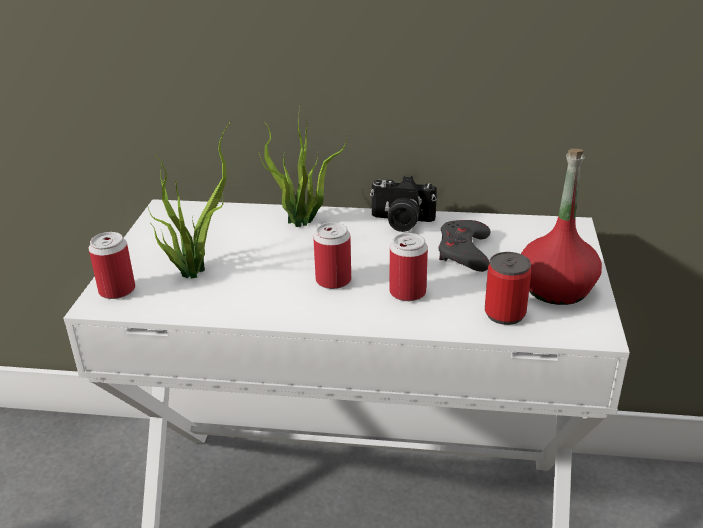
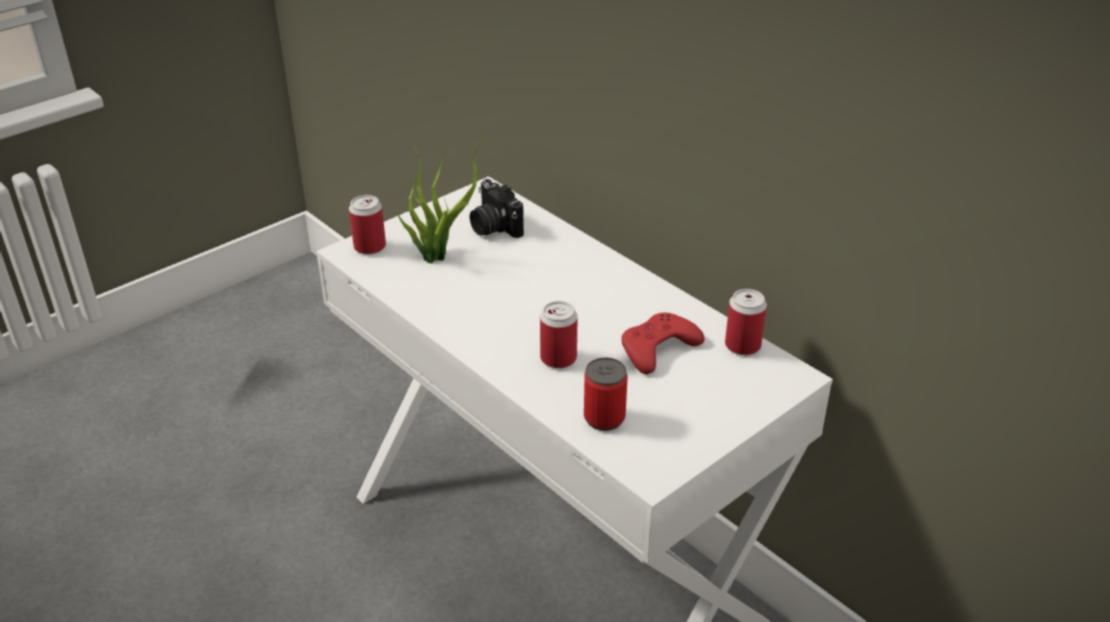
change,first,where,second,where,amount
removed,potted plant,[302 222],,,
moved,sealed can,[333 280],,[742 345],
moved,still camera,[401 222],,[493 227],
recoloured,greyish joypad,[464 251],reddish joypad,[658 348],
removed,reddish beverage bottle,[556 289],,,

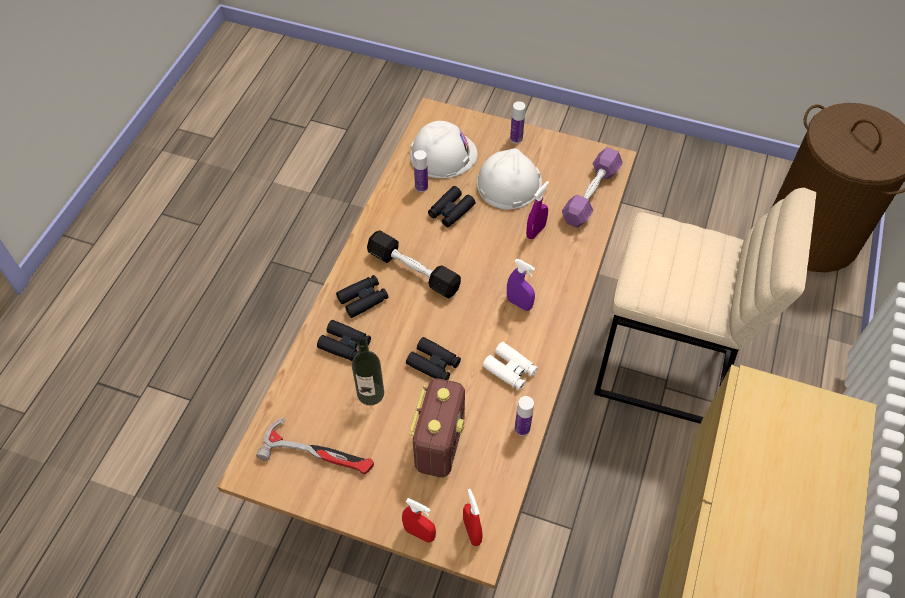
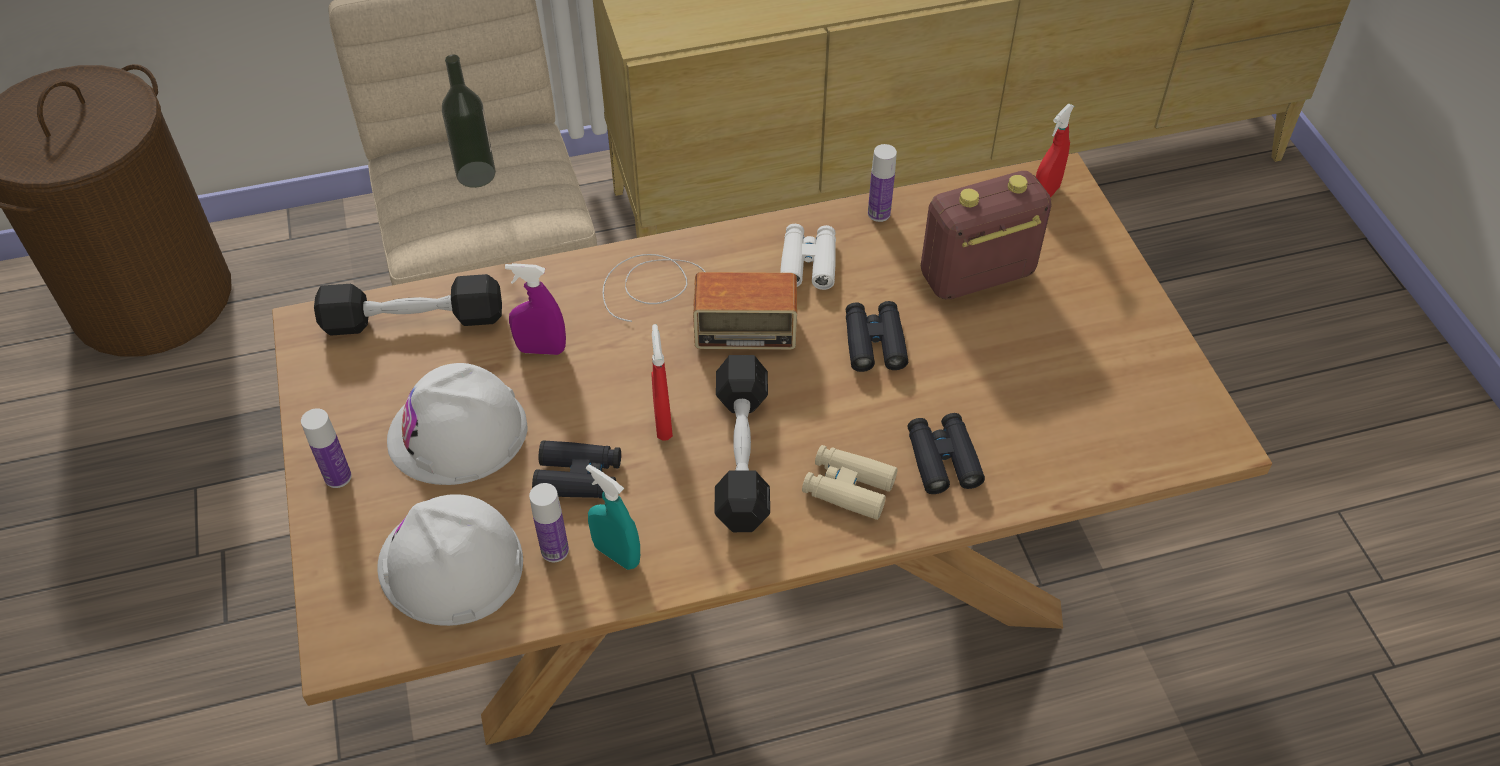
change,first,where,second,where,amount
removed,hand hammer,[319 452],,,
recoloured,black pair of binoculars,[363 299],beige-coloured pair of binoculars,[848 487],
moved,beverage bottle,[370 393],,[476 174],
moved,reddish spray bottle,[419 533],,[663 423],
replaced,purple spray bottle,[519 303],radio,[694 304],
recoloured,purple hand weight,[591 195],black hand weight,[413 320],
added,,,turquoise-coloured spray bottle,[616 554],

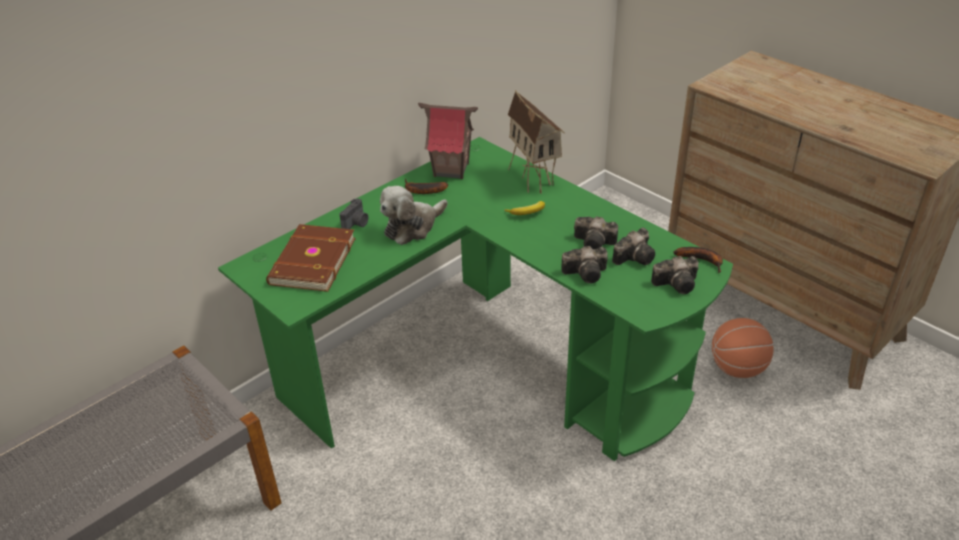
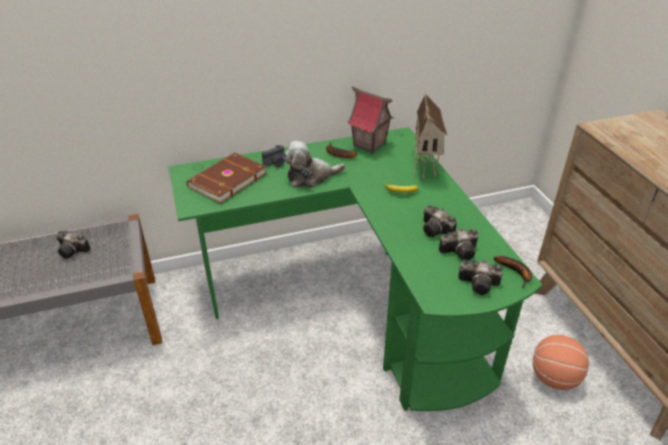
change,first,where,second,where,amount
moved,still camera,[587 273],,[74 251],

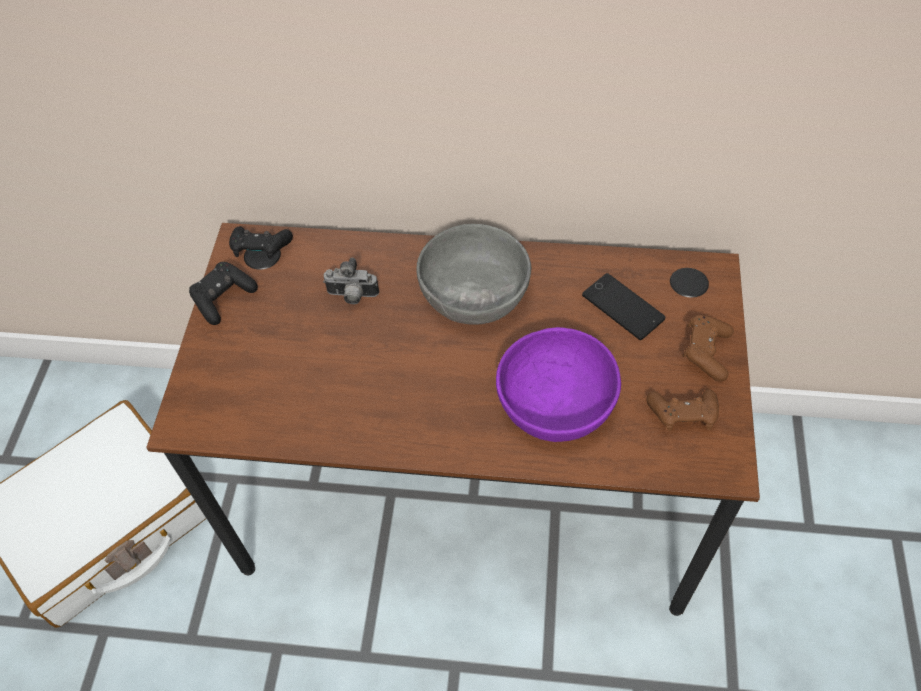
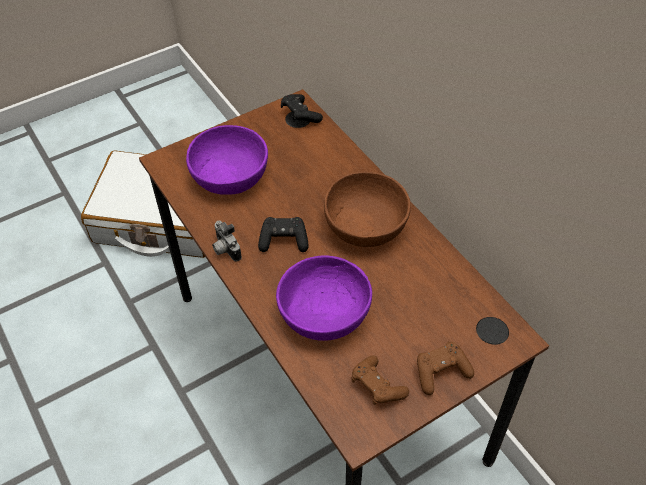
change,first,where,second,where,amount
moved,black joypad,[224 298],,[284 241],
moved,still camera,[352 296],,[225 249],
recoloured,greyish serving bowl,[475 294],brown serving bowl,[366 225],
removed,handset,[623 307],,,
added,,,purple serving bowl,[230 176],

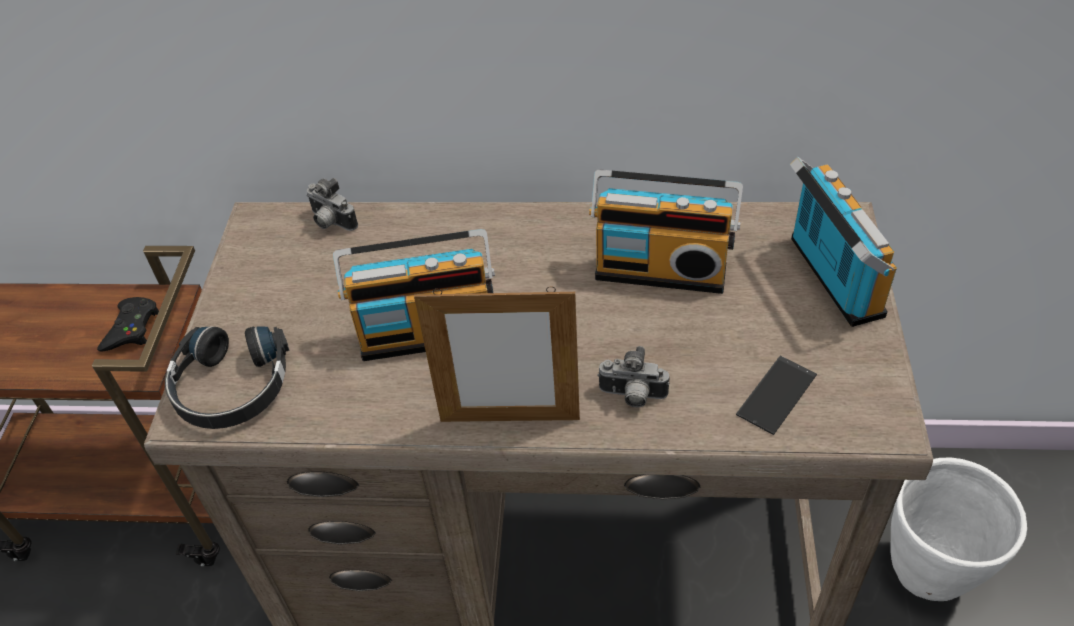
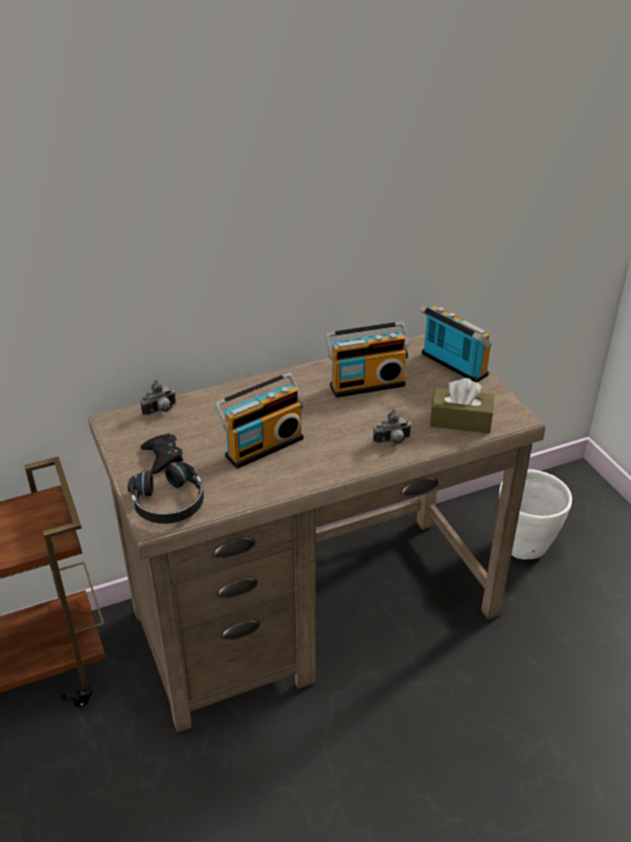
change,first,where,second,where,amount
moved,black joypad,[132 328],,[163 457],
turned,still camera,[331 222],,[161 411],45 degrees counterclockwise
removed,photo frame,[510 419],,,
replaced,handset,[776 395],brown box of tissues,[460 420],

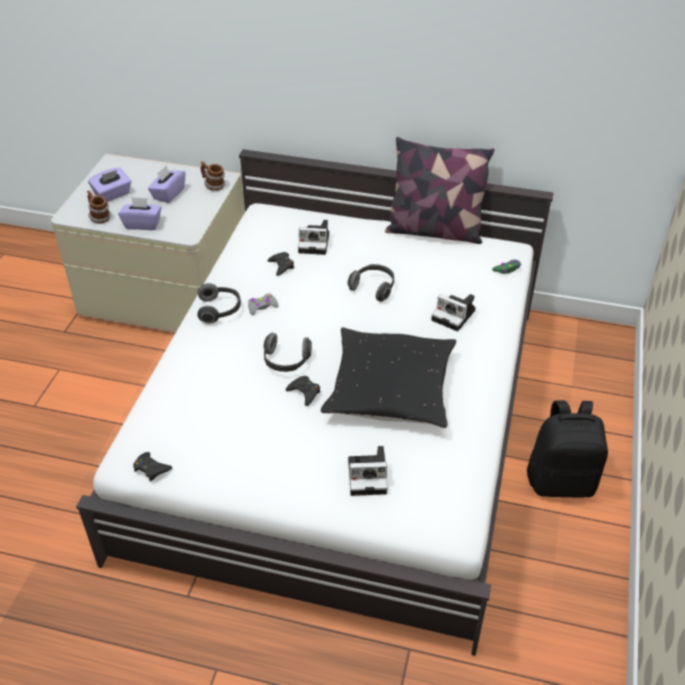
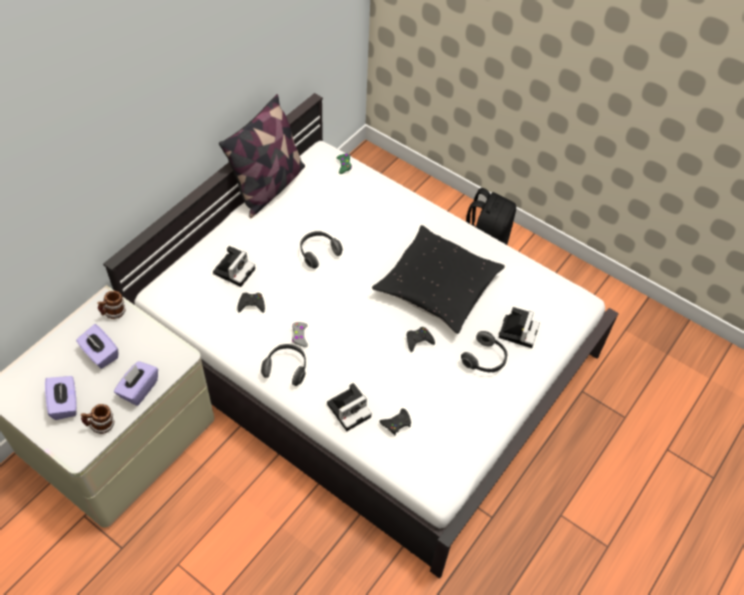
change,first,where,second,where,amount
moved,black joypad,[151 468],,[396 423],
moved,headset,[286 361],,[485 359],
moved,still camera,[455 315],,[350 409],

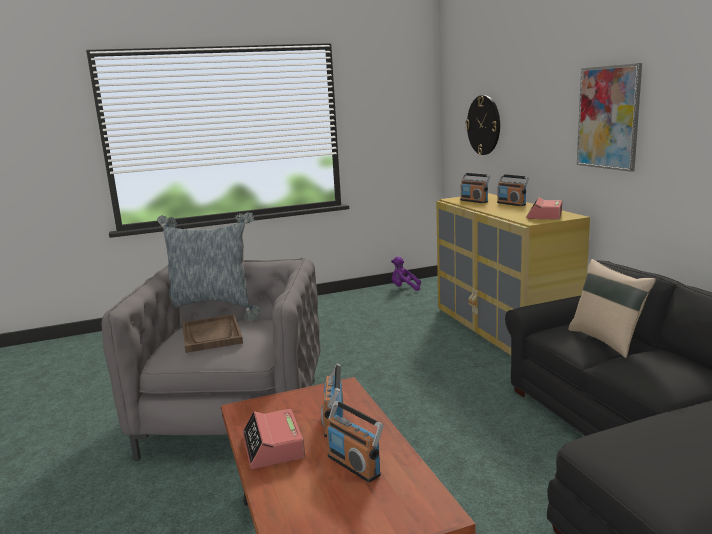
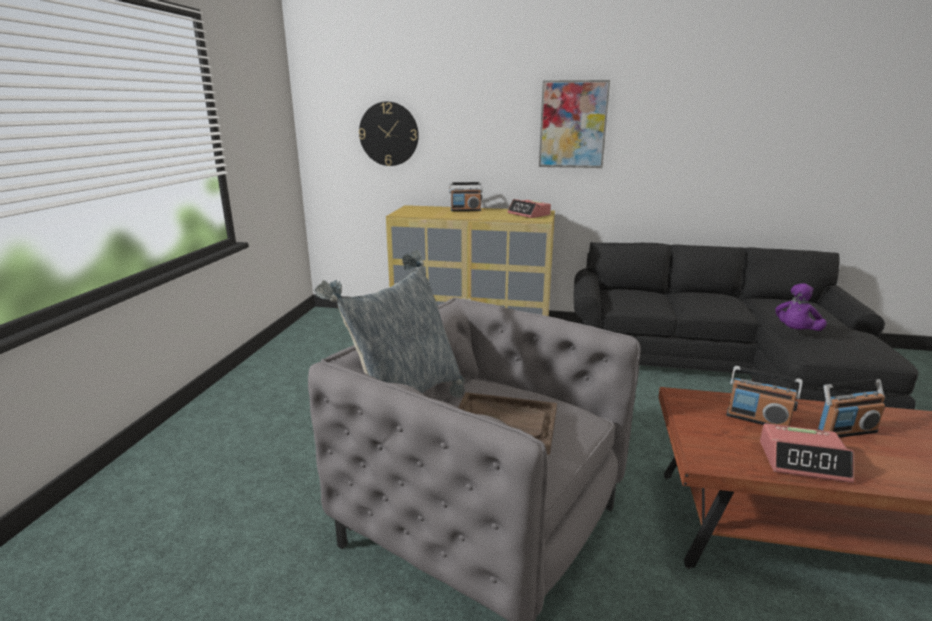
change,first,where,second,where,amount
moved,purple plush toy,[404 288],,[795 332],
removed,radio,[474 201],,,
removed,beige-coloured pillow,[607 340],,,

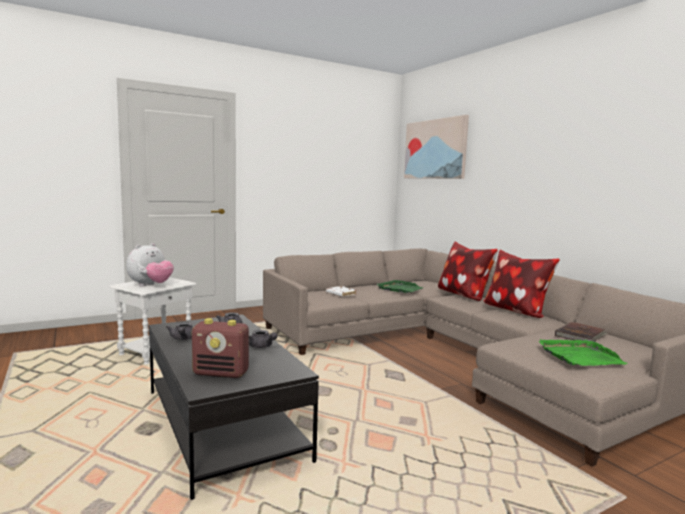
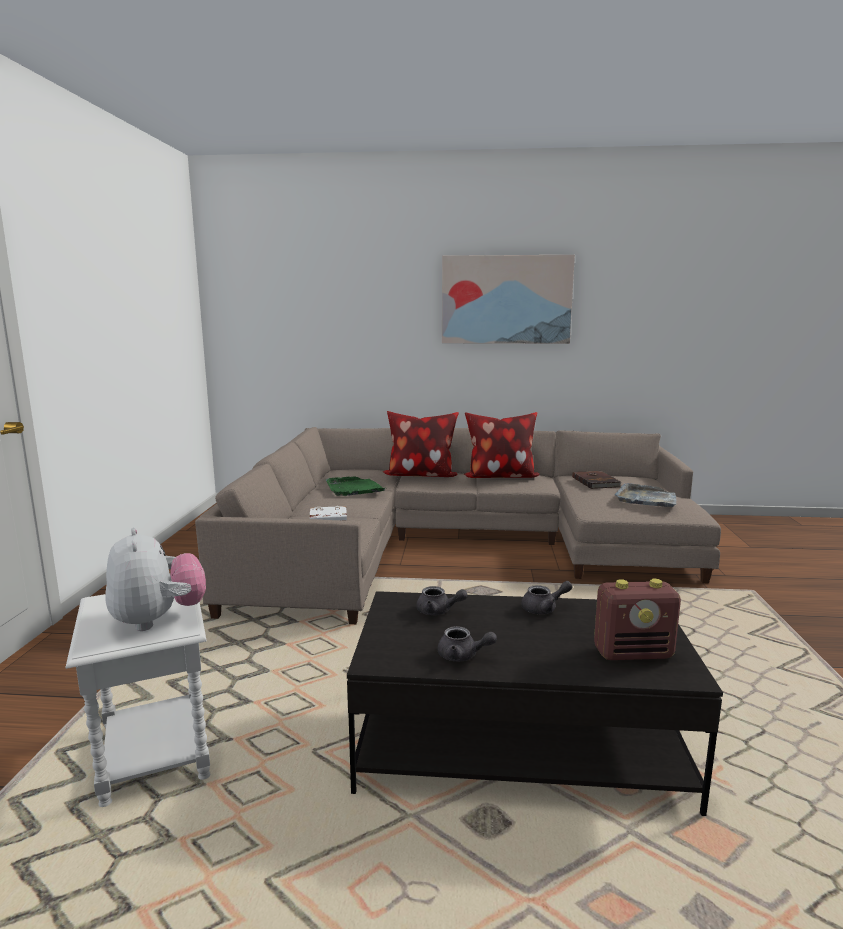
change,first,where,second,where,amount
turned,radio,[221 373],,[633 653],45 degrees clockwise
moved,wall art,[435 149],,[506 300],
recoloured,green serving tray,[579 356],greyish serving tray,[646 499],

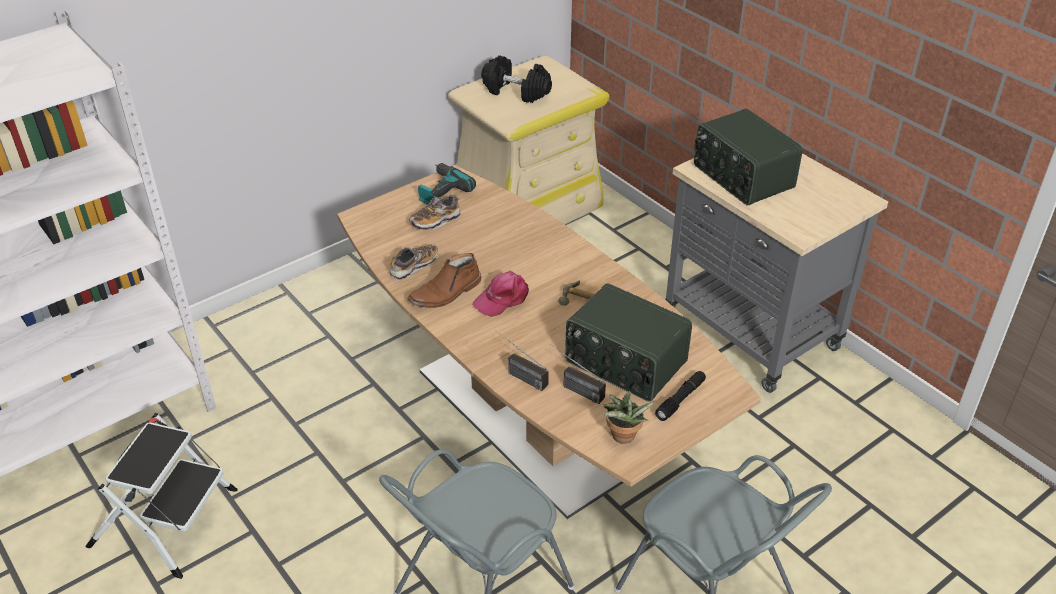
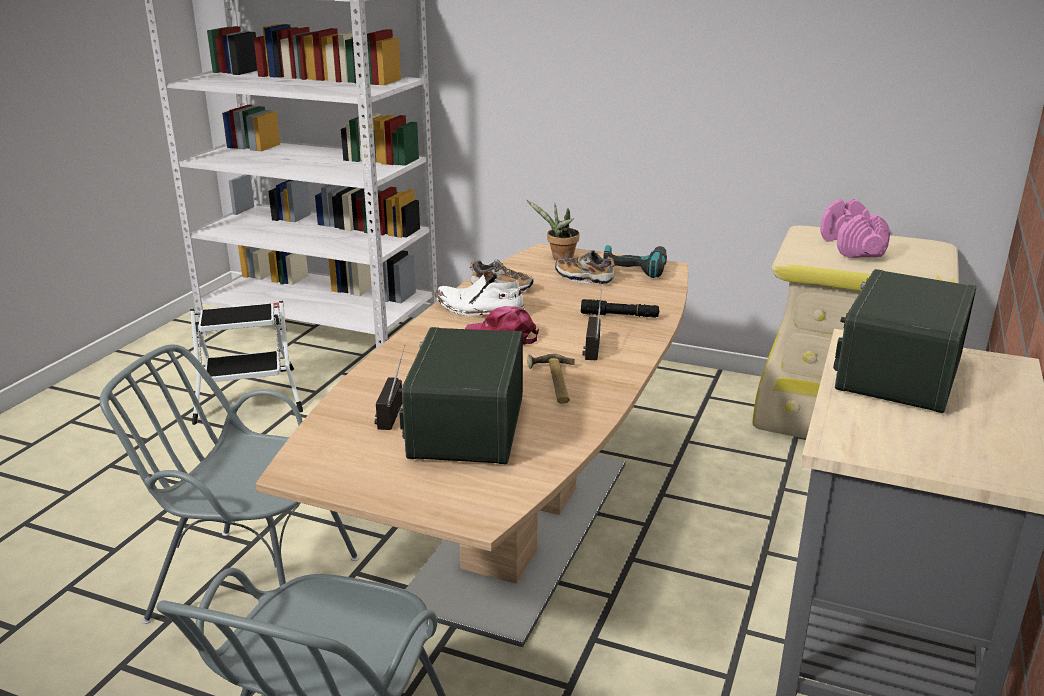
change,first,where,second,where,amount
recoloured,brown high-top boot,[446 293],white-coloured high-top boot,[478 310],
recoloured,black hand weight,[516 92],pinkish hand weight,[851 247],
moved,radio,[518 375],,[591 343],
moved,potted plant,[623 438],,[559 258],
moved,black torch,[680 399],,[619 316],

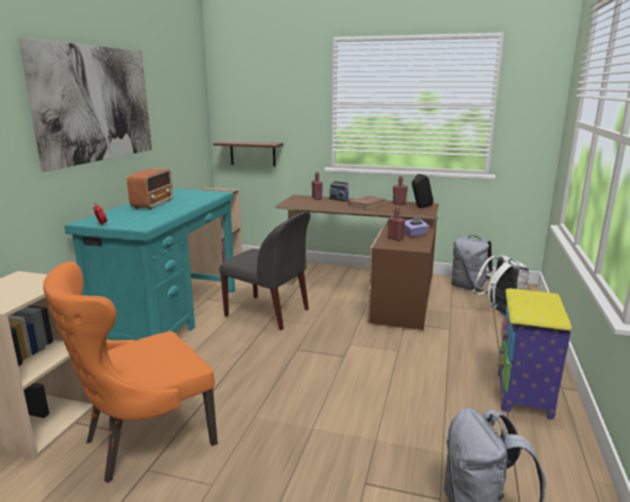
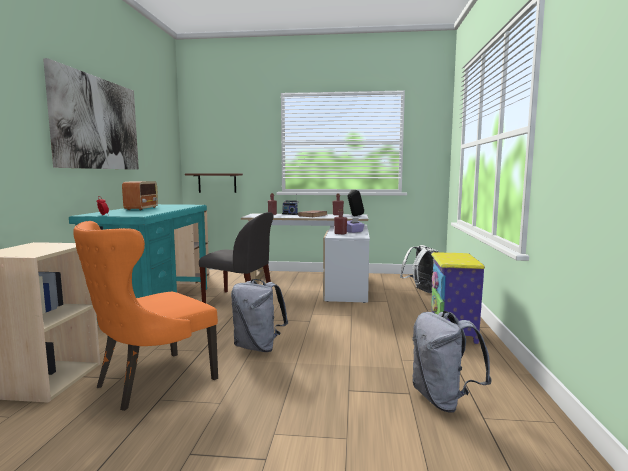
change,first,where,second,where,amount
recoloured,brown desk unit,[367 289],white-coloured desk unit,[317 283],
moved,greyish rucksack,[469 287],,[258 347],

